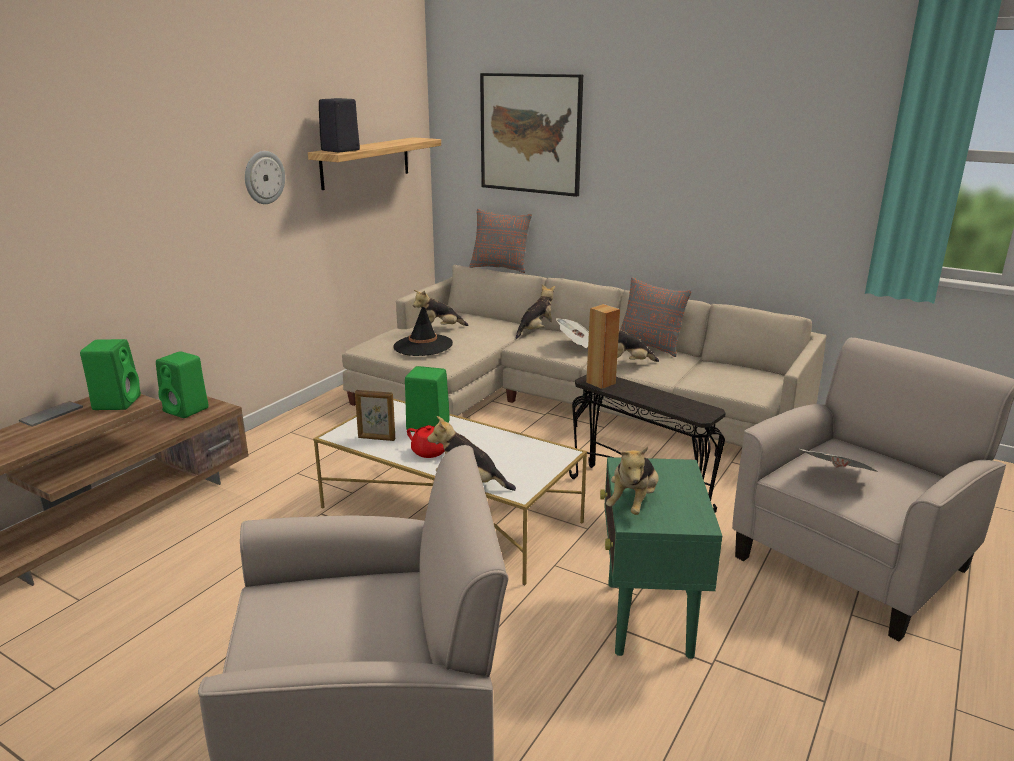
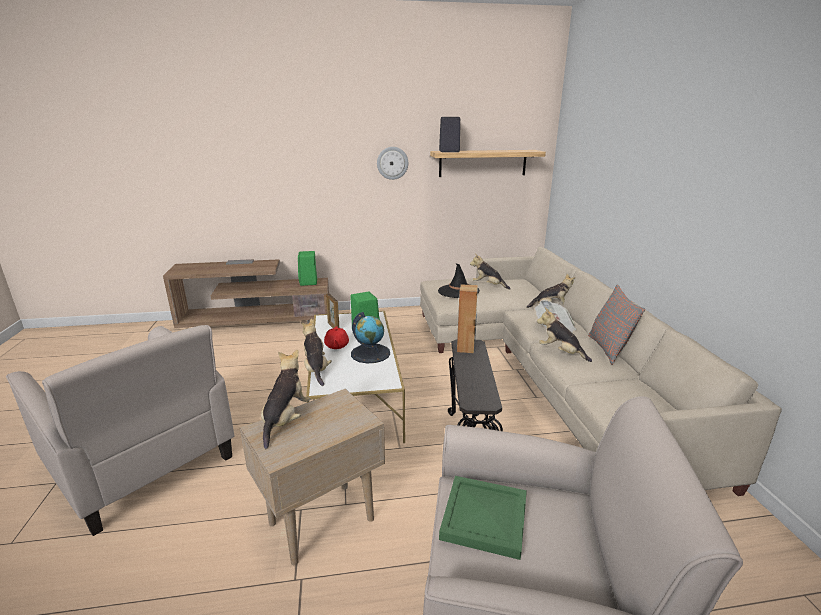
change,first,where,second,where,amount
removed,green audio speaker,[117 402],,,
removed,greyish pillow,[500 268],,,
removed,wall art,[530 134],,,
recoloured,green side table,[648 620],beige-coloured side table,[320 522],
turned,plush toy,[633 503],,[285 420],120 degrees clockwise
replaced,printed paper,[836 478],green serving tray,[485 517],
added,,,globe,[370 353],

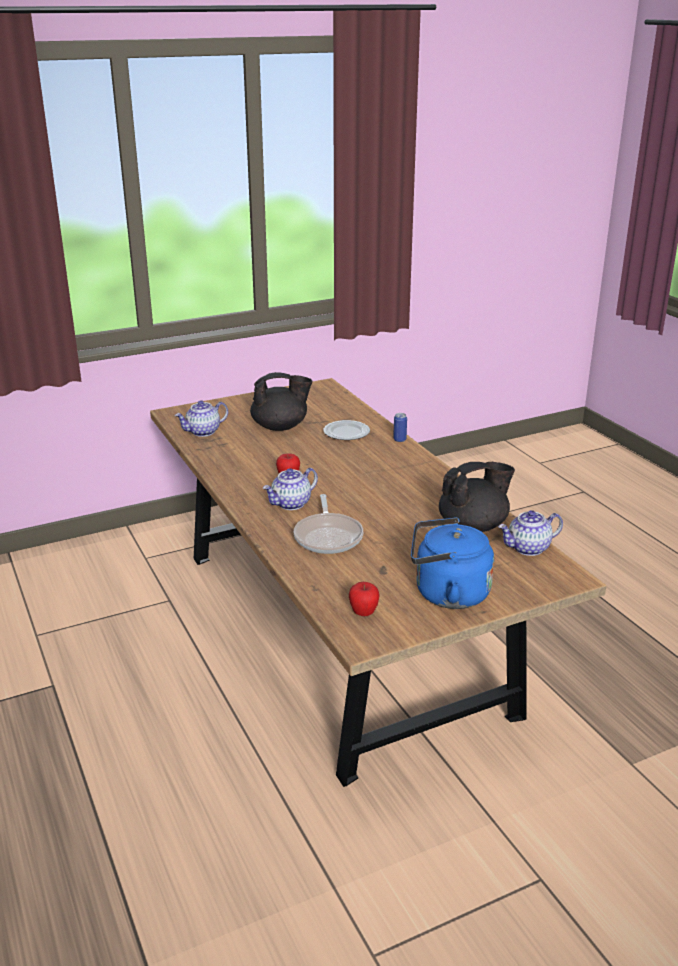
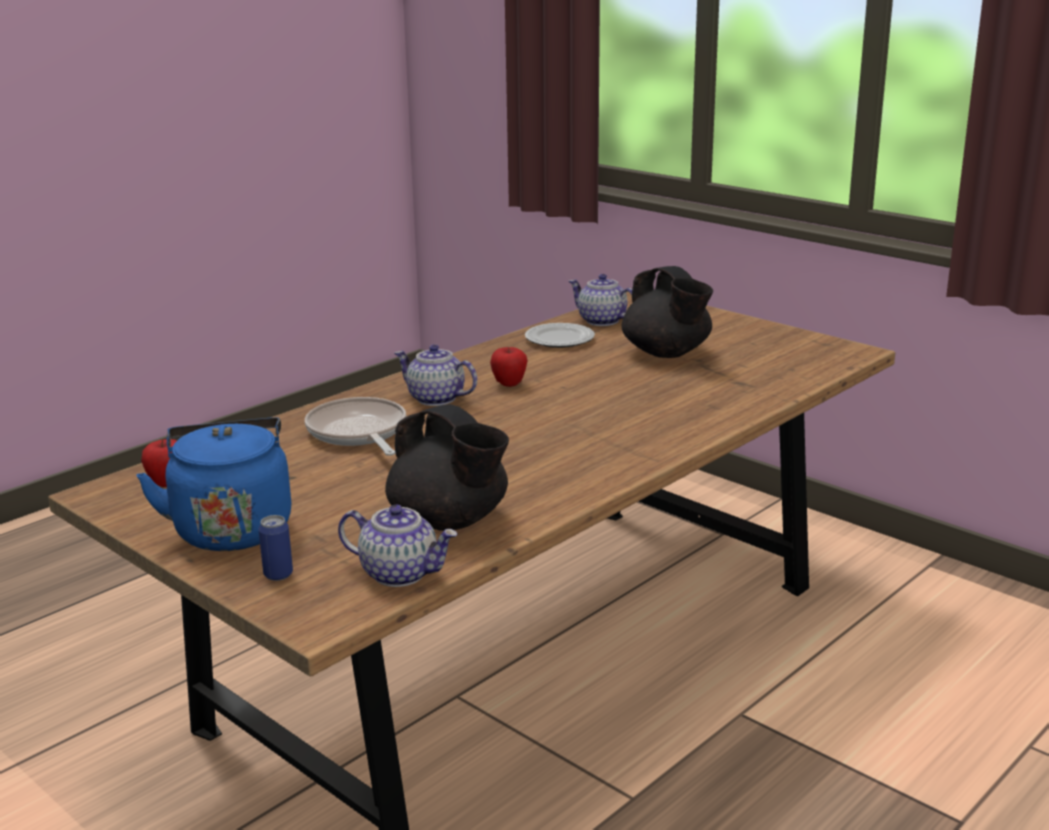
change,first,where,second,where,amount
turned,pan,[328 536],,[358 433],90 degrees clockwise
moved,flat dish,[347 433],,[560 339],
moved,sealed can,[399 439],,[278 574],
turned,teapot,[528 548],,[400 573],150 degrees clockwise

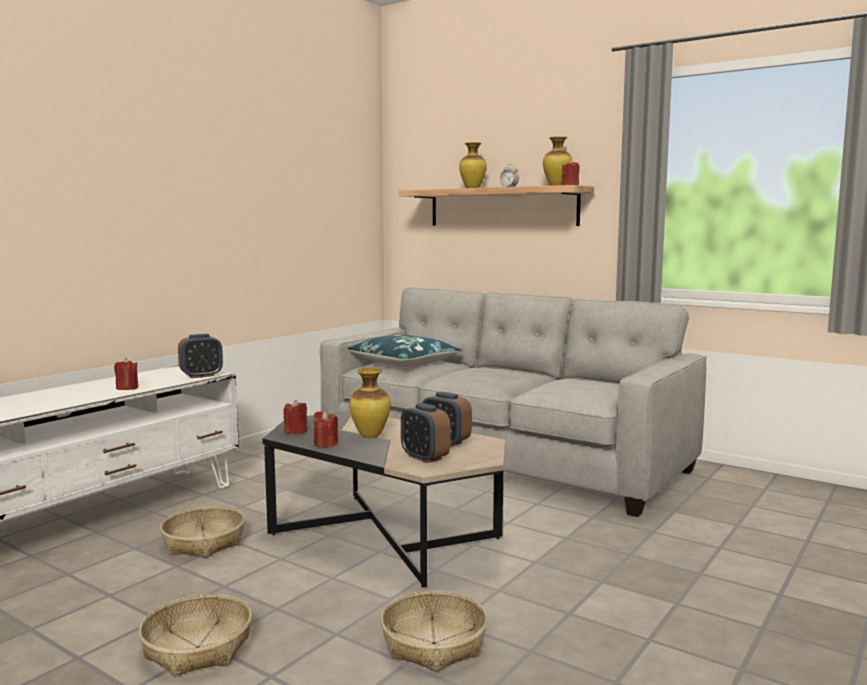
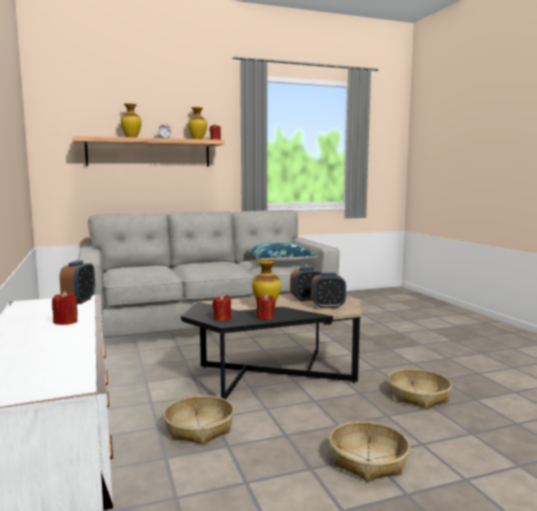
change,first,where,second,where,amount
moved,blue-coloured pillow,[403 363],,[280 262],

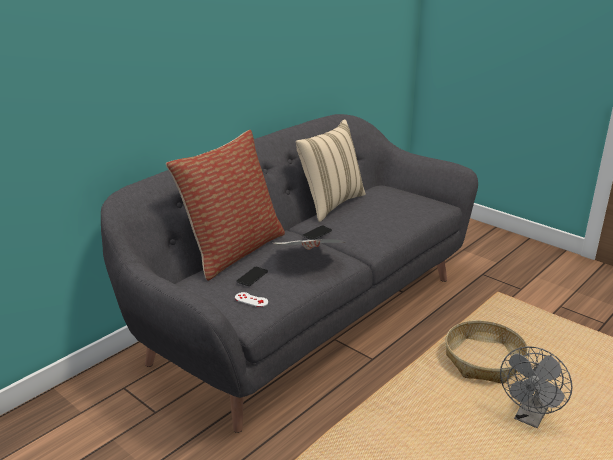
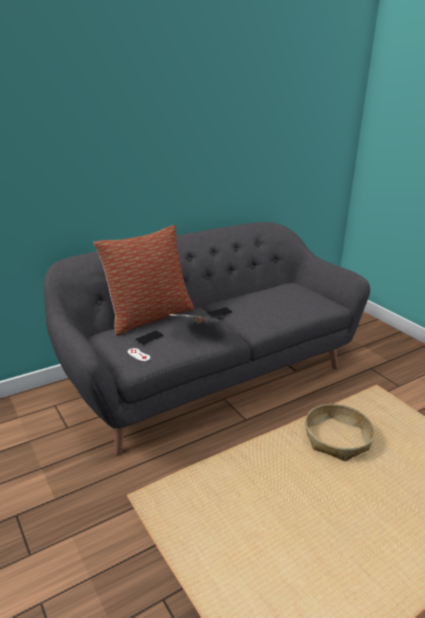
change,first,where,second,where,amount
removed,beige-coloured pillow,[330 204],,,
removed,greyish electric fan,[530 418],,,

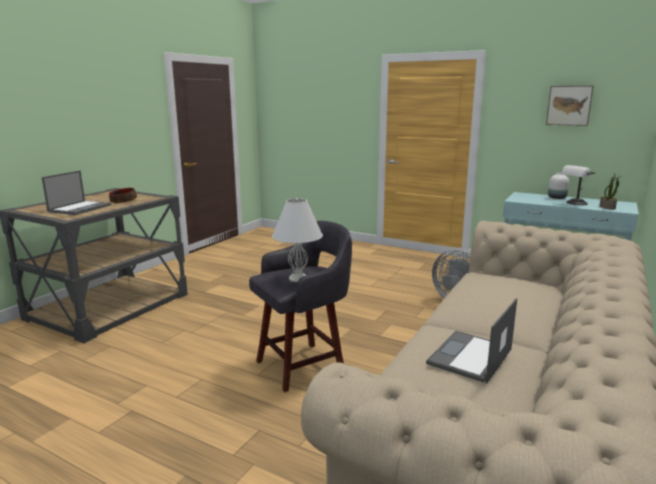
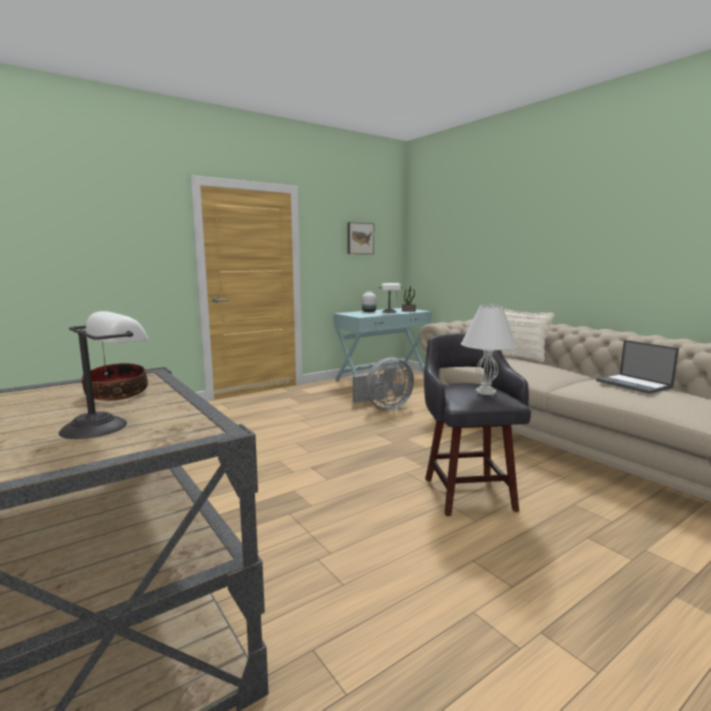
change,first,where,second,where,amount
replaced,notebook computer,[80 208],table lamp,[107 424],
added,,,beige-coloured pillow,[521 358],

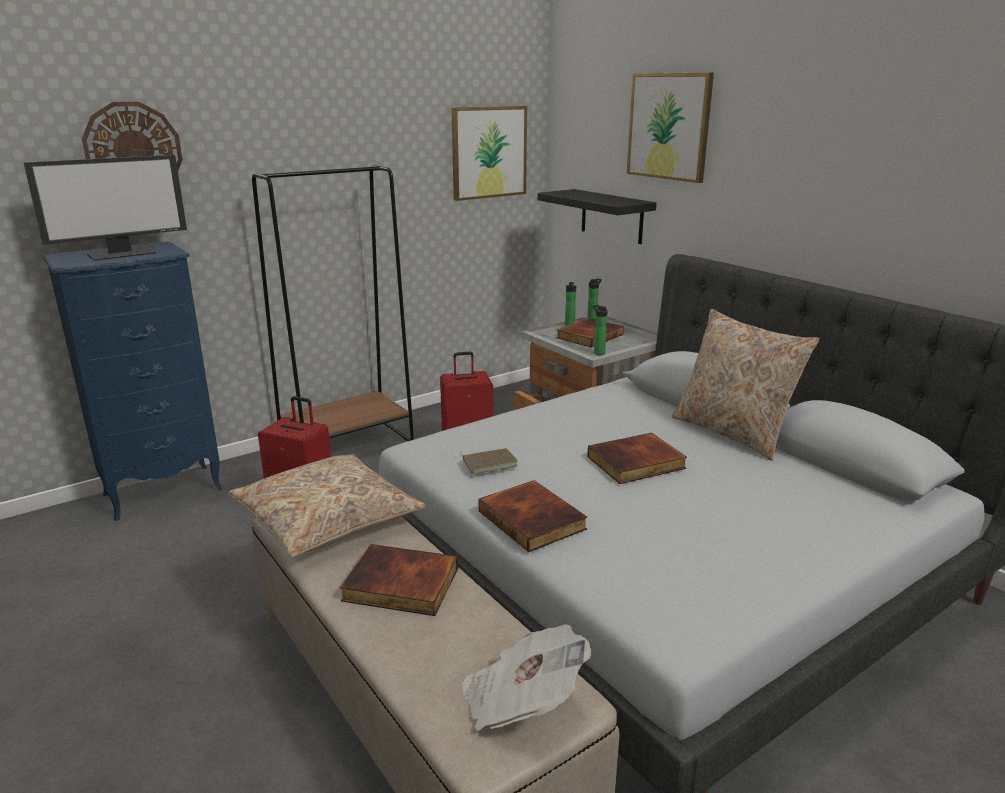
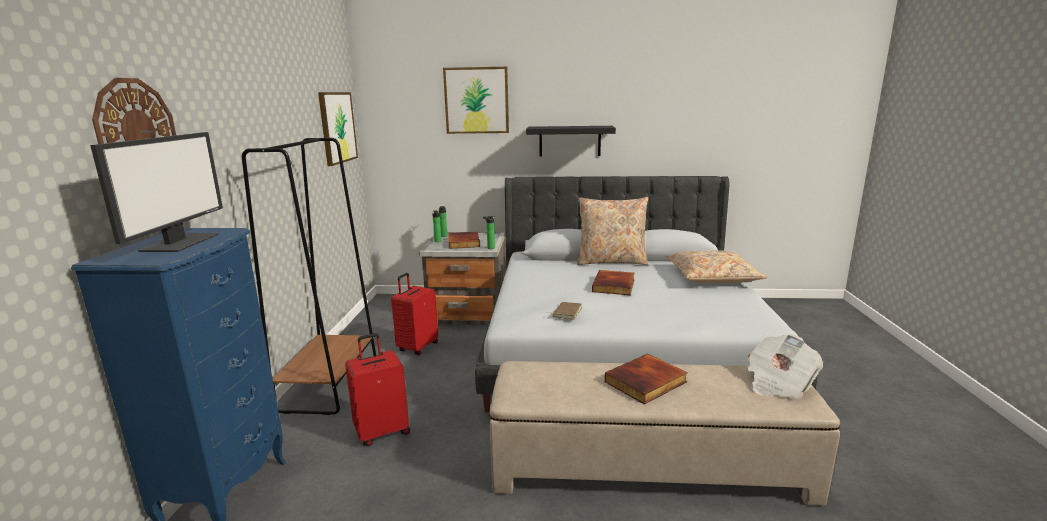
change,first,where,second,where,amount
moved,beige-coloured pillow,[328 519],,[711 277],
removed,volume,[533 519],,,
moved,black wall shelf,[612 216],,[569 141],

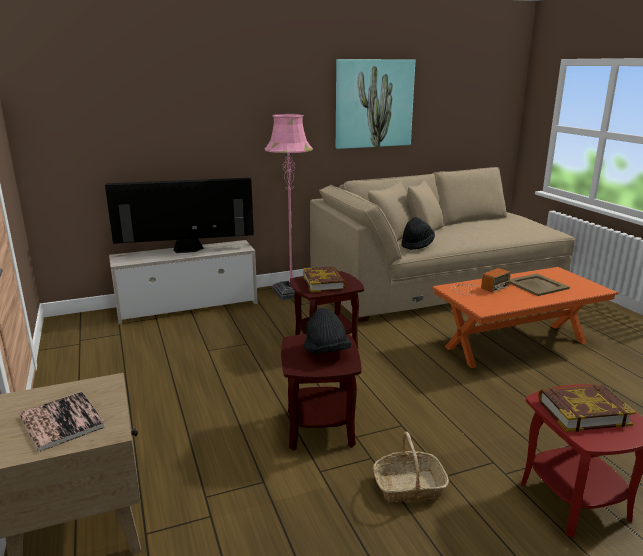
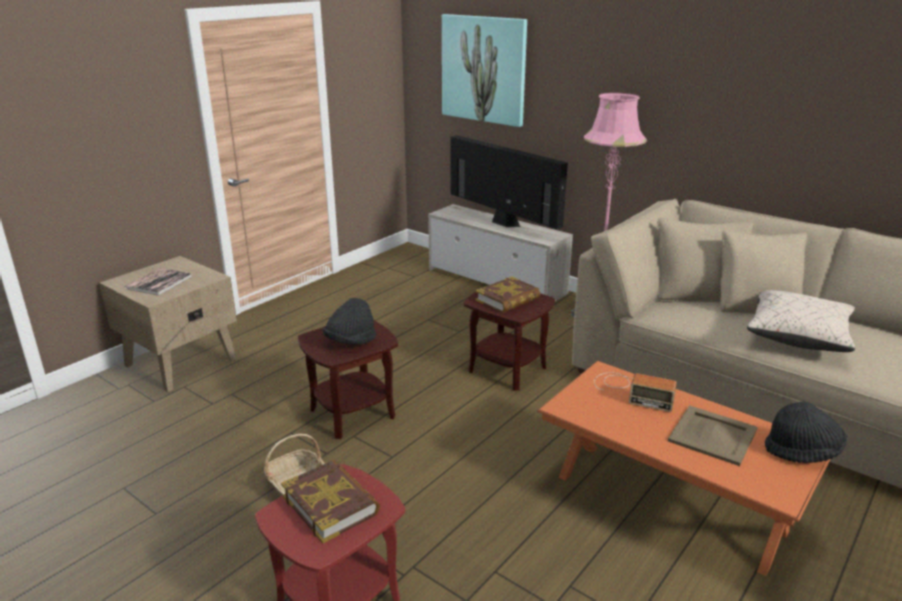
change,first,where,second,where,amount
moved,wall art,[373 103],,[484 69],
moved,black wearable hat,[417 245],,[802 452],
added,,,beige-coloured pillow,[798 335],

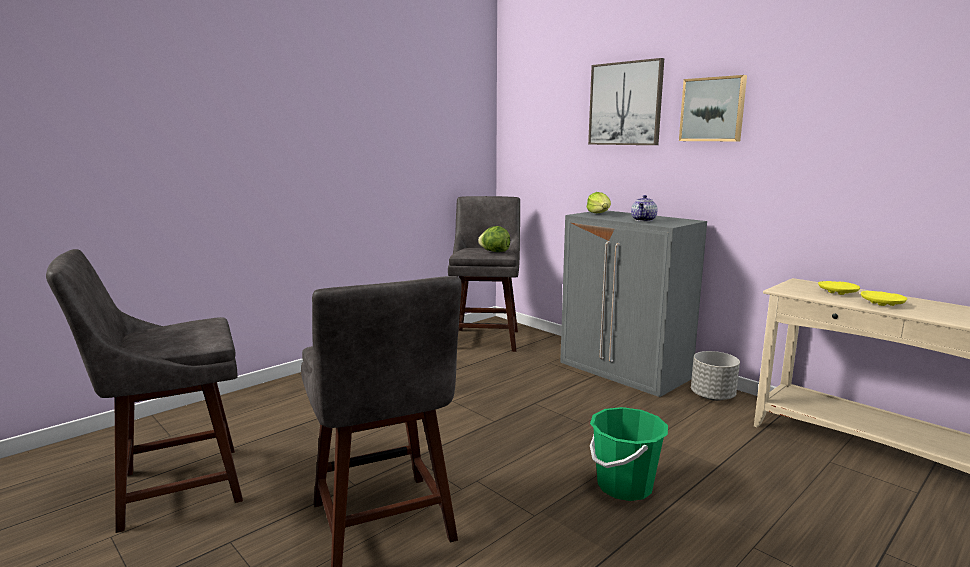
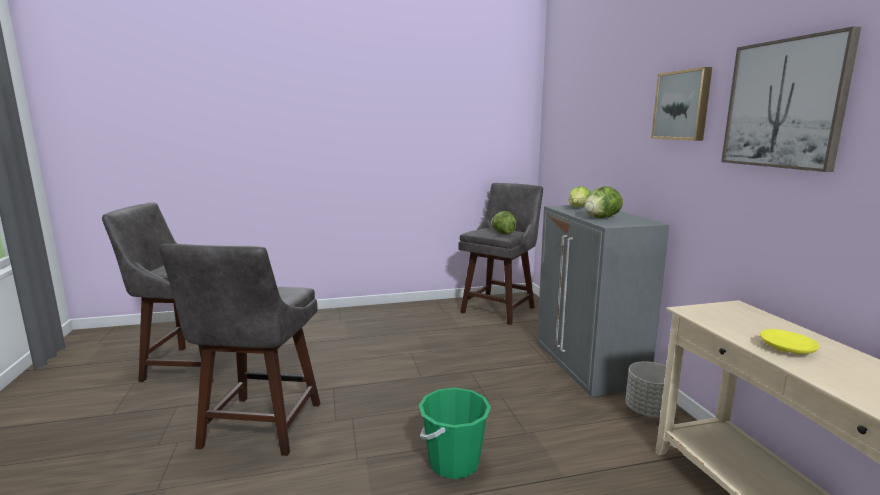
change,first,where,second,where,amount
moved,wall art,[625 104],,[784 104],
replaced,teapot,[644 220],lettuce head,[600 218],
removed,yellow flat dish,[837 292],,,

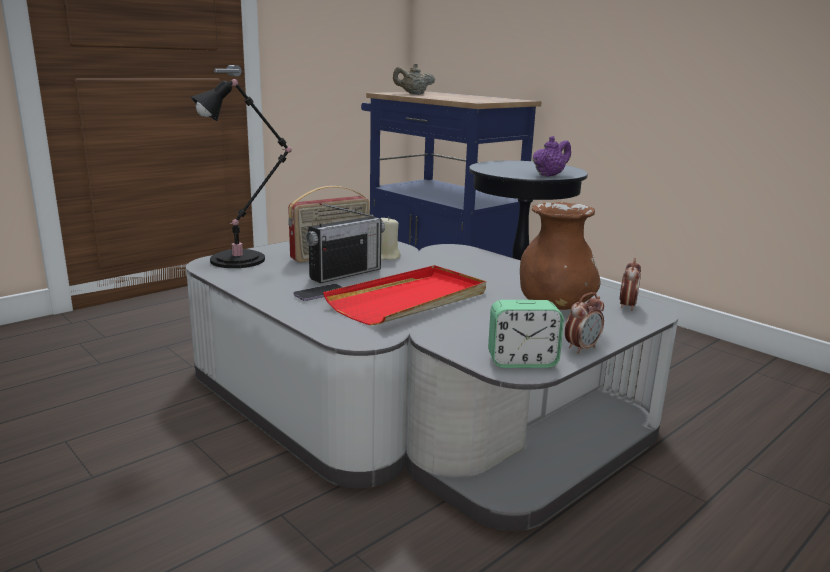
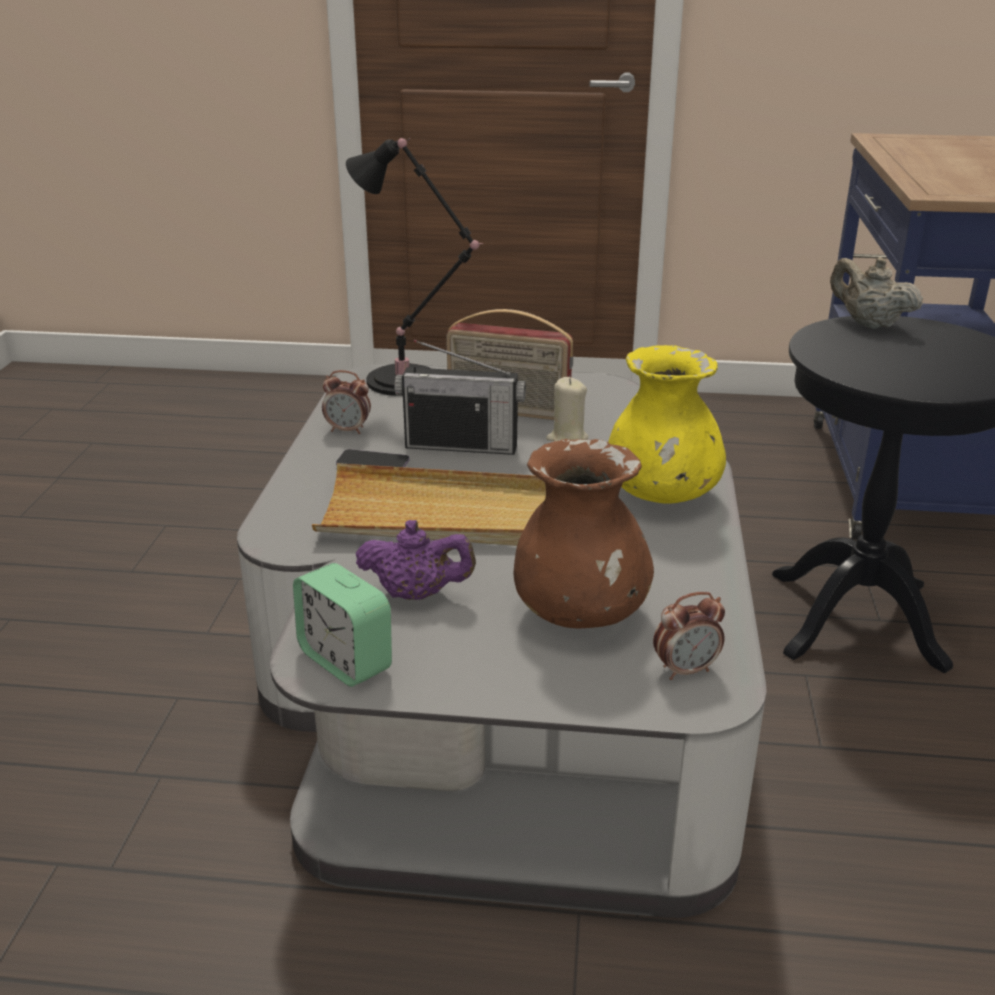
change,first,where,second,where,amount
recoloured,reddish serving tray,[410 300],beige-coloured serving tray,[438 515],
moved,beige-coloured teapot,[413 94],,[868 324],
moved,purple teapot,[549 175],,[417 594],
moved,bedside clock,[582 348],,[348 430],
added,,,yellow vase,[662 495],

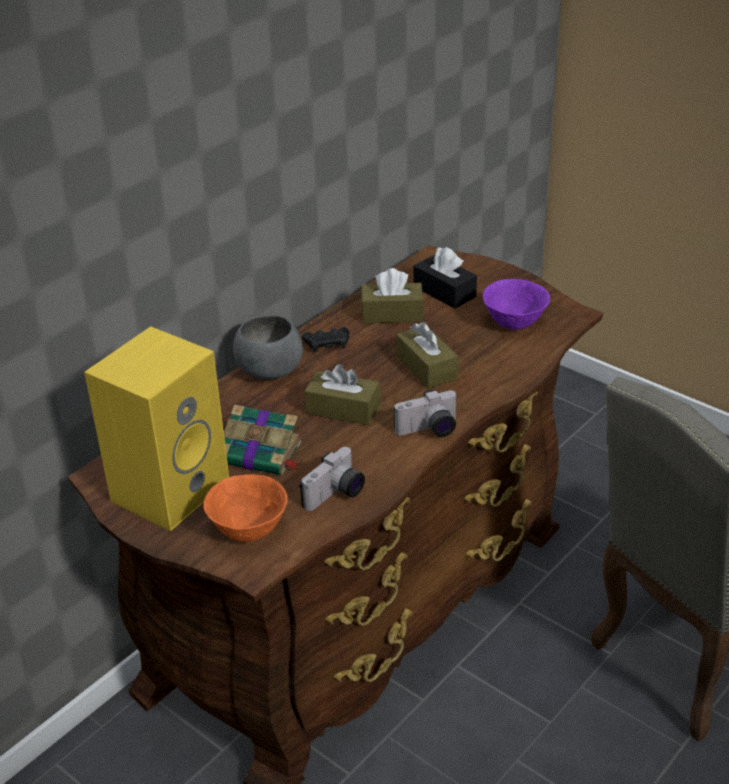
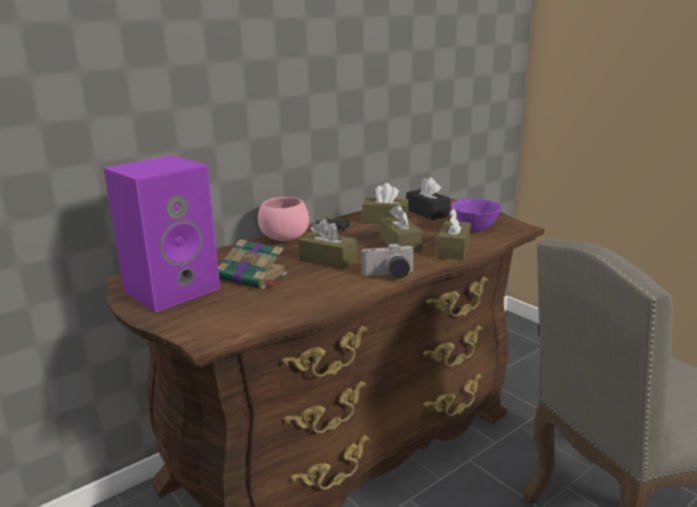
change,first,where,second,where,amount
recoloured,yellow audio speaker,[170 488],purple audio speaker,[173 289],
removed,orange serving bowl,[248 530],,,
recoloured,greyish serving bowl,[270 371],pinkish serving bowl,[285 238],
removed,still camera,[336 495],,,
added,,,brown box of tissues,[453 249],

